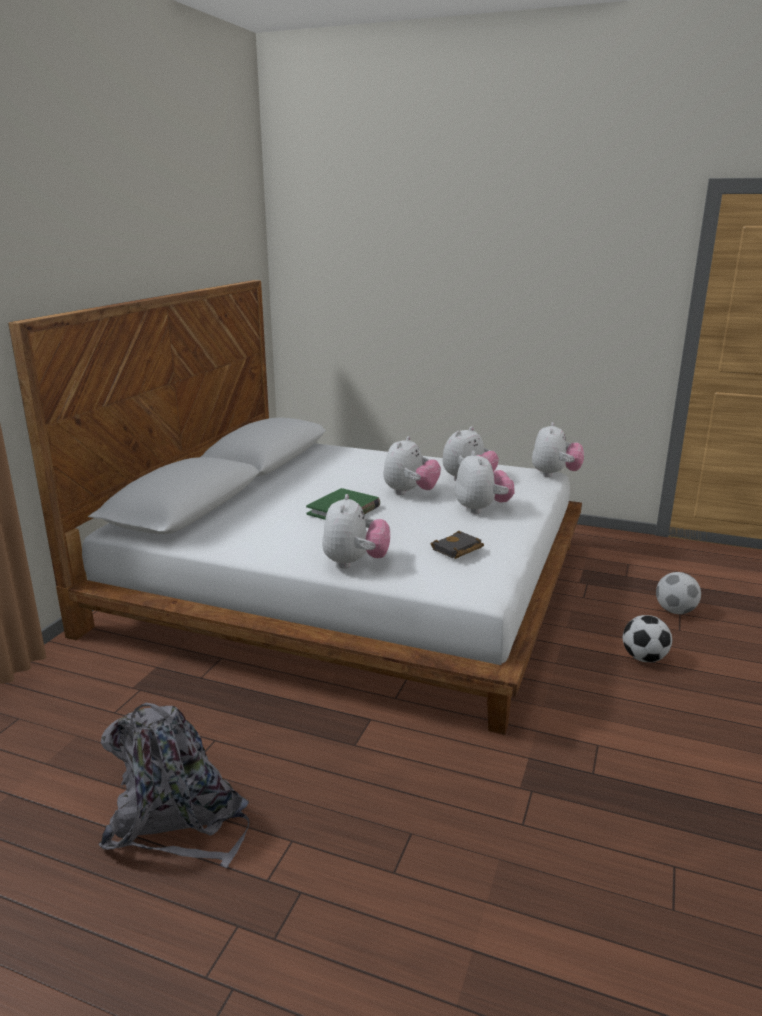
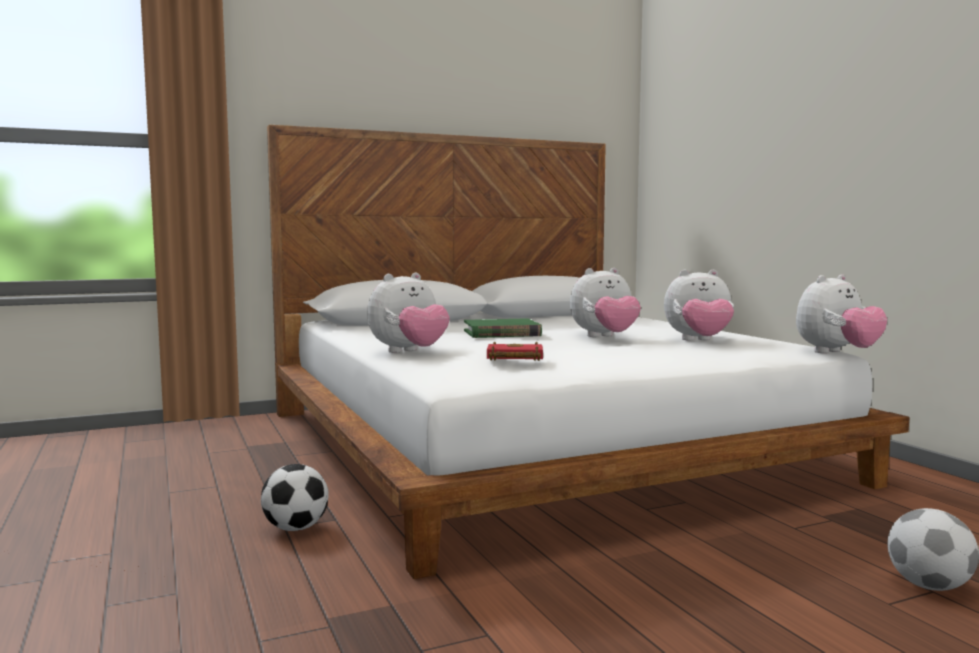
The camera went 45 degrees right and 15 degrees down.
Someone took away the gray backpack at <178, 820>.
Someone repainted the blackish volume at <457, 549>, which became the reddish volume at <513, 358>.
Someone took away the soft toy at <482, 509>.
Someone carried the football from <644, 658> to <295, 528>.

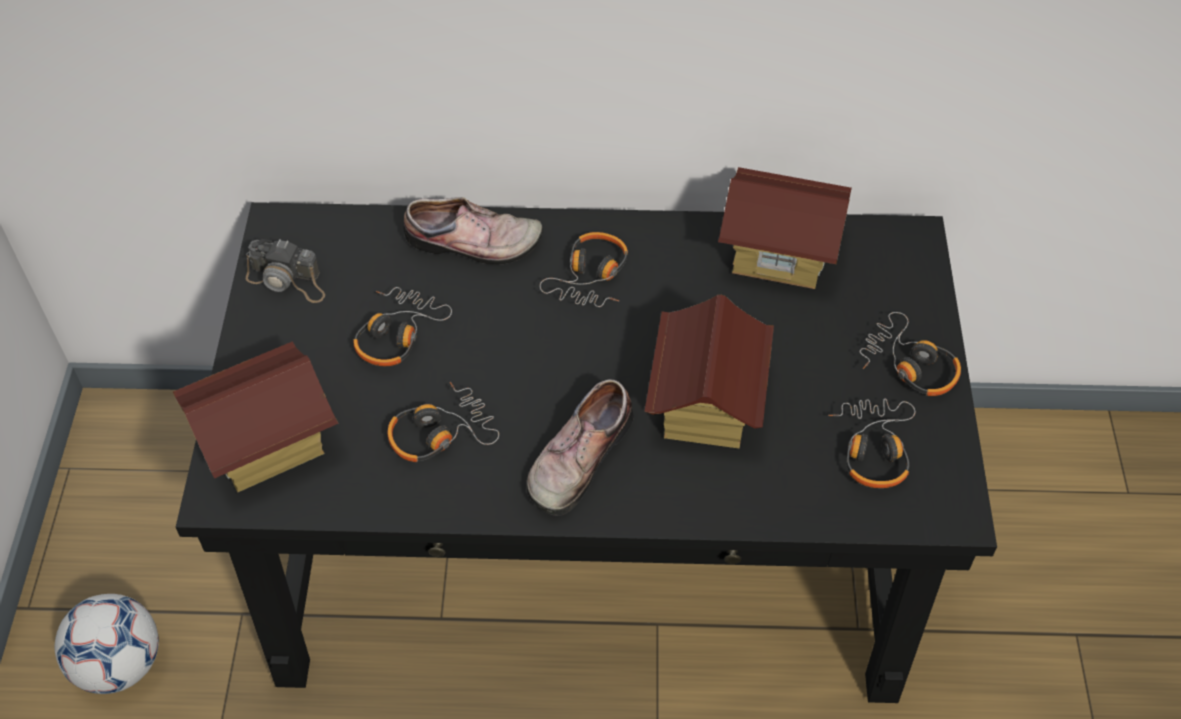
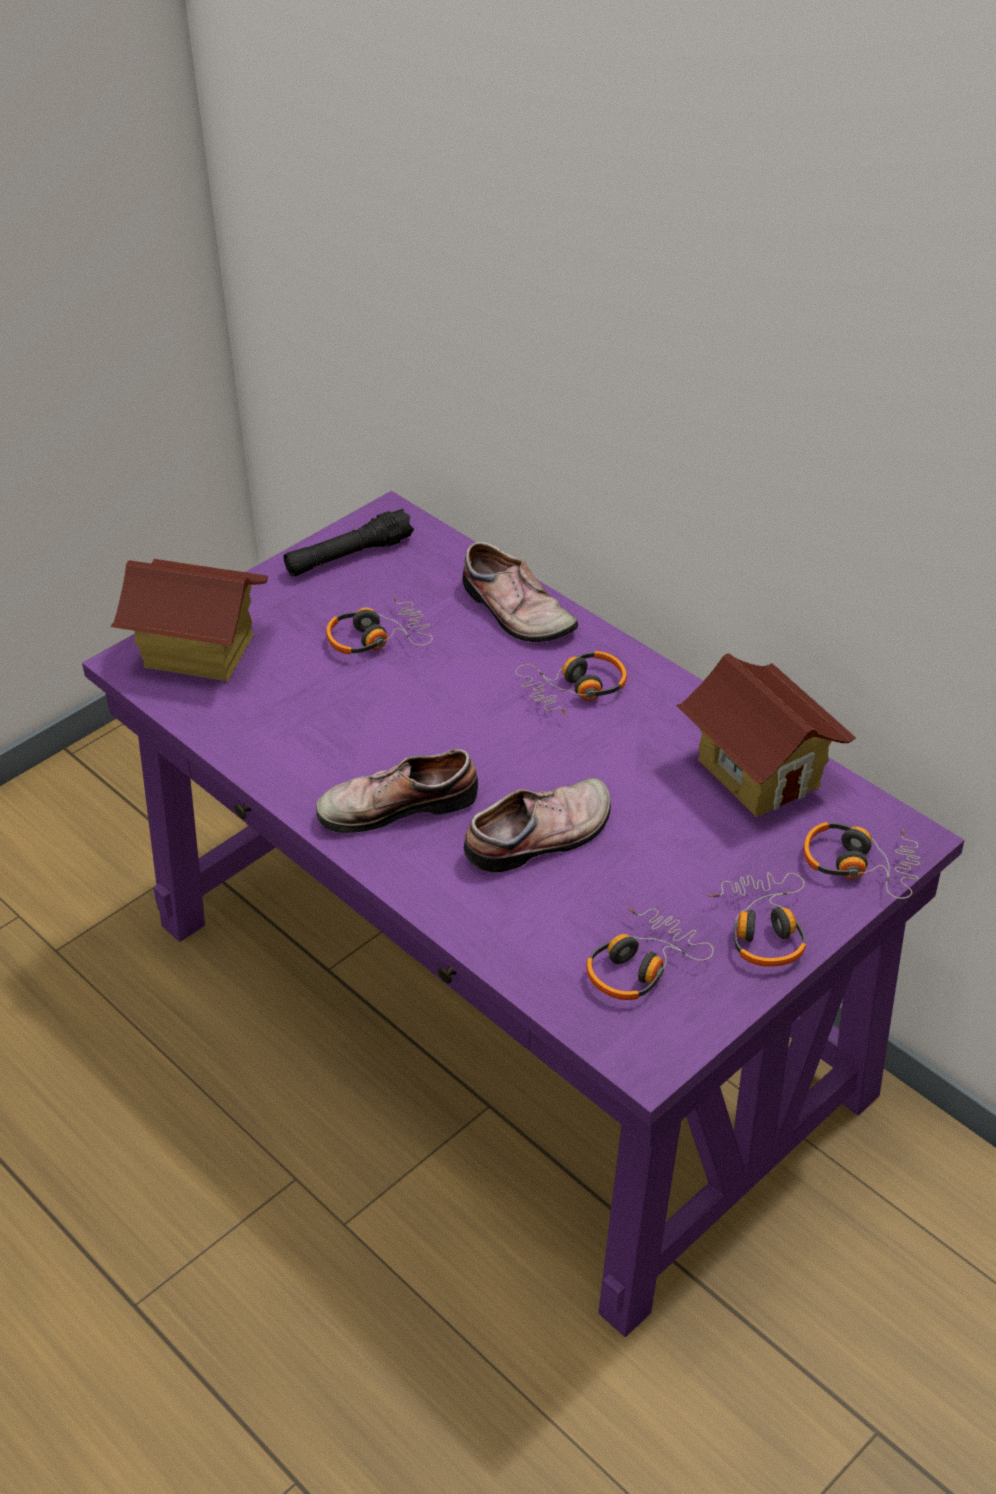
The camera went 45 degrees right and 10 degrees down.
Someone took away the football at <120, 664>.
Someone repainted the blackish desk table at <590, 546>, which became the purple desk table at <505, 1006>.
Someone swapped the photo camera at <288, 280> for the blackish torch at <349, 556>.
Someone carried the headphones from <440, 433> to <860, 865>.
Someone swapped the miniature house at <705, 406> for the item of footwear at <542, 838>.

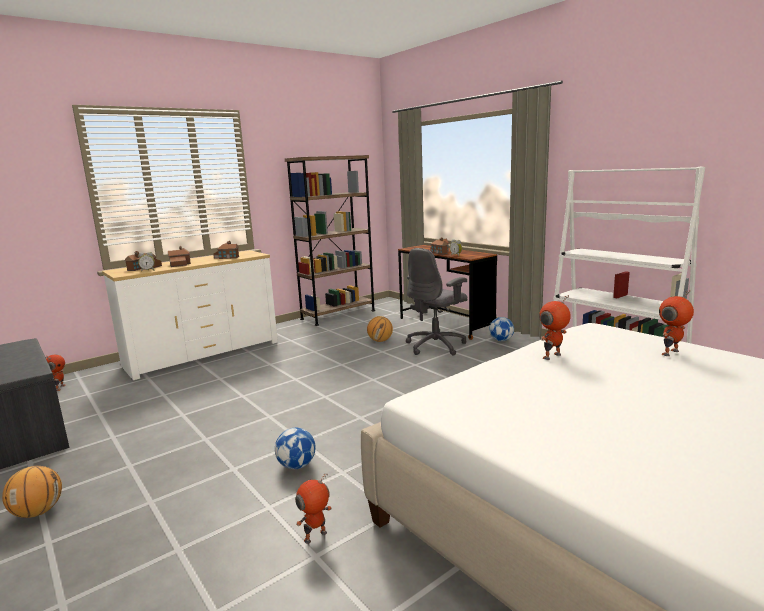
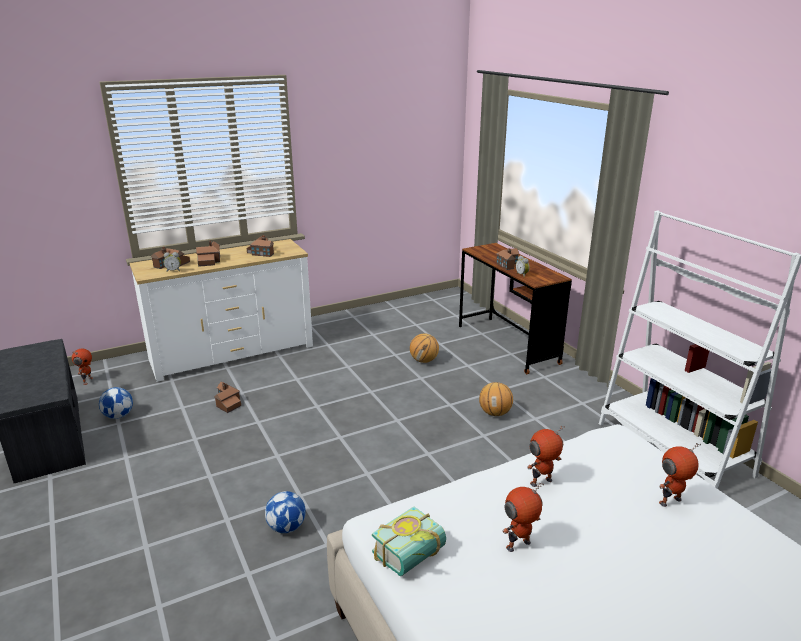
The camera went 10 degrees right and 10 degrees up.
Someone carried the basketball ball from <38, 512> to <495, 413>.
Someone took away the brown bookcase at <338, 315>.
Someone carried the robot figure from <316, 537> to <519, 546>.
Someone took away the gray computer chair at <436, 346>.
Someone carried the football from <501, 340> to <119, 416>.
Someone put down the miniature house at <227, 403>.
Someone put down the volume at <413, 557>.

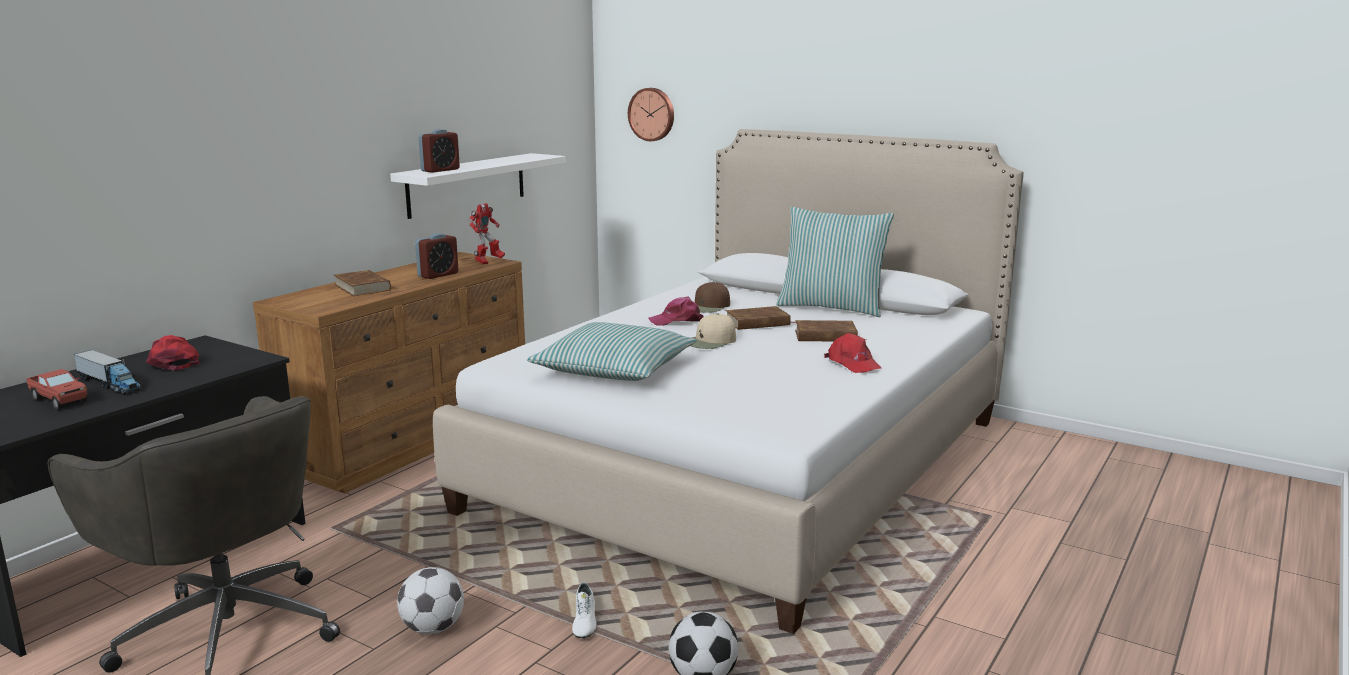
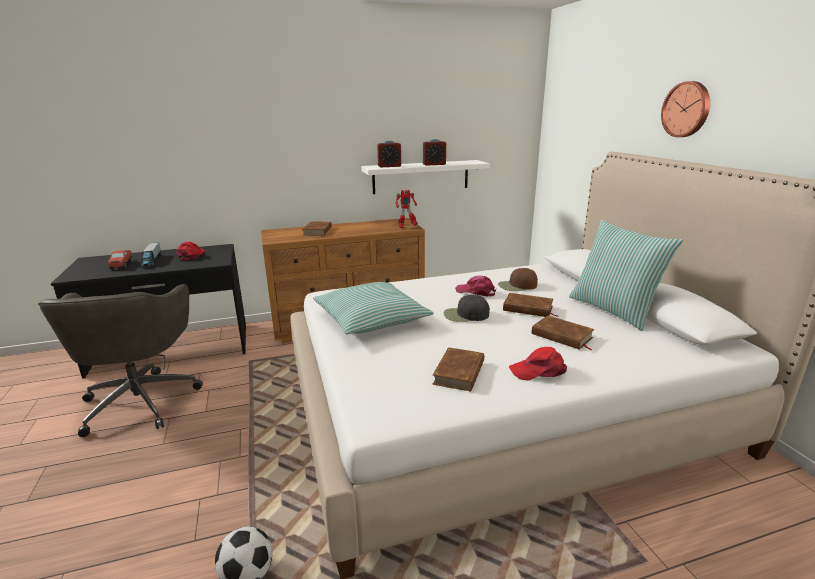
The camera went 40 degrees right and 5 degrees up.
Someone took away the football at <433, 628>.
Someone carried the table clock from <438, 275> to <434, 164>.
Someone took away the white-coloured item of footwear at <584, 622>.
Someone carried the hanging clock from <652, 114> to <687, 109>.
Someone repainted the beige baseball cap at <709, 341>, which became the blackish baseball cap at <465, 315>.
Someone rotated the reddish baseball cap at <853, 363> by 75 degrees clockwise.
Someone put down the brown volume at <459, 372>.

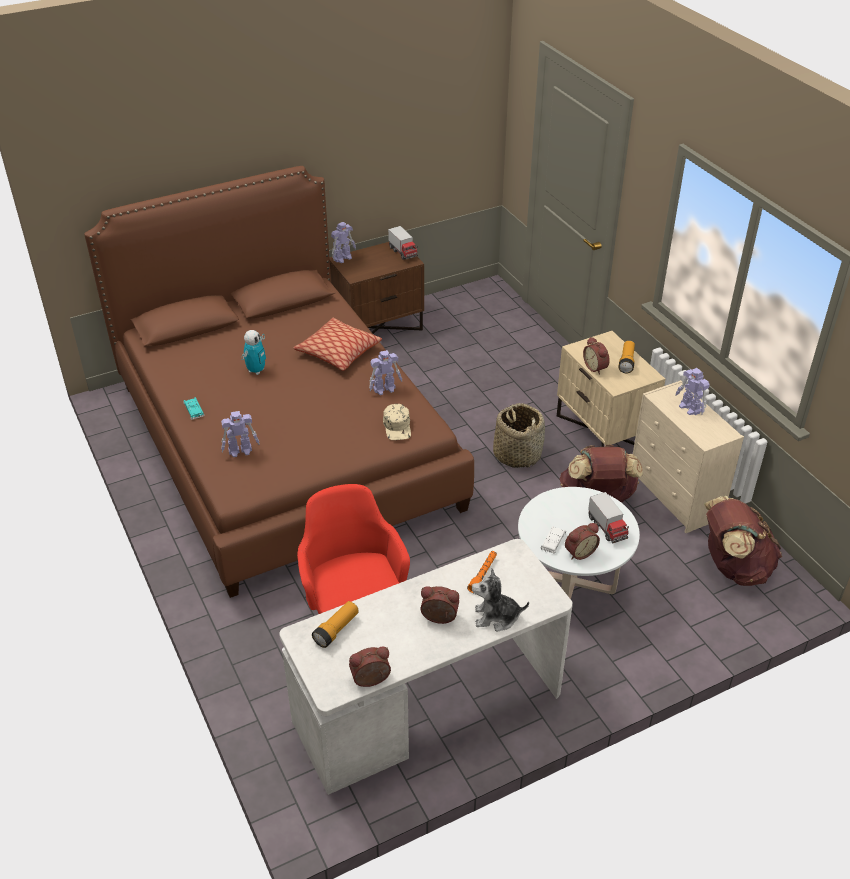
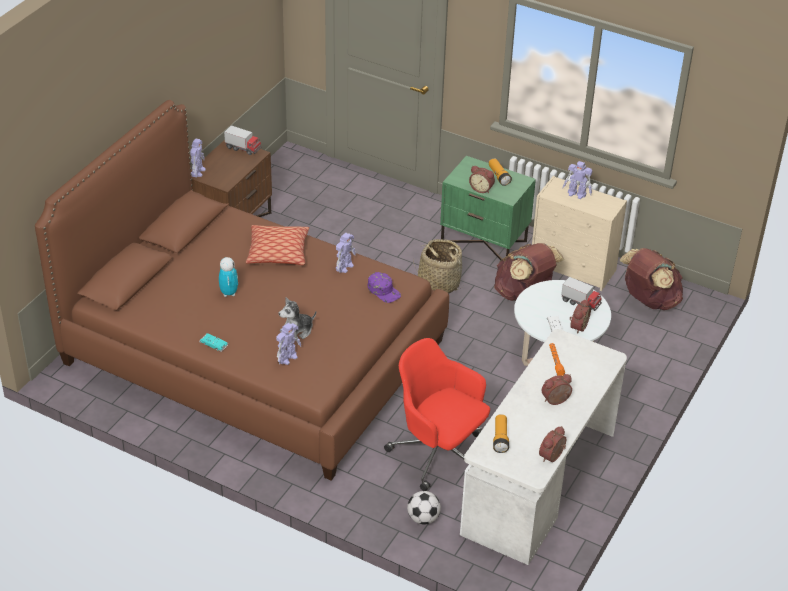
The camera went 35 degrees left and 0 degrees up.
Someone repainted the beige baseball cap at <397, 426>, which became the purple baseball cap at <384, 291>.
Someone carried the soft toy from <496, 617> to <297, 331>.
Someone repainted the beige night table at <602, 432>, which became the green night table at <484, 241>.
Someone put down the football at <423, 518>.

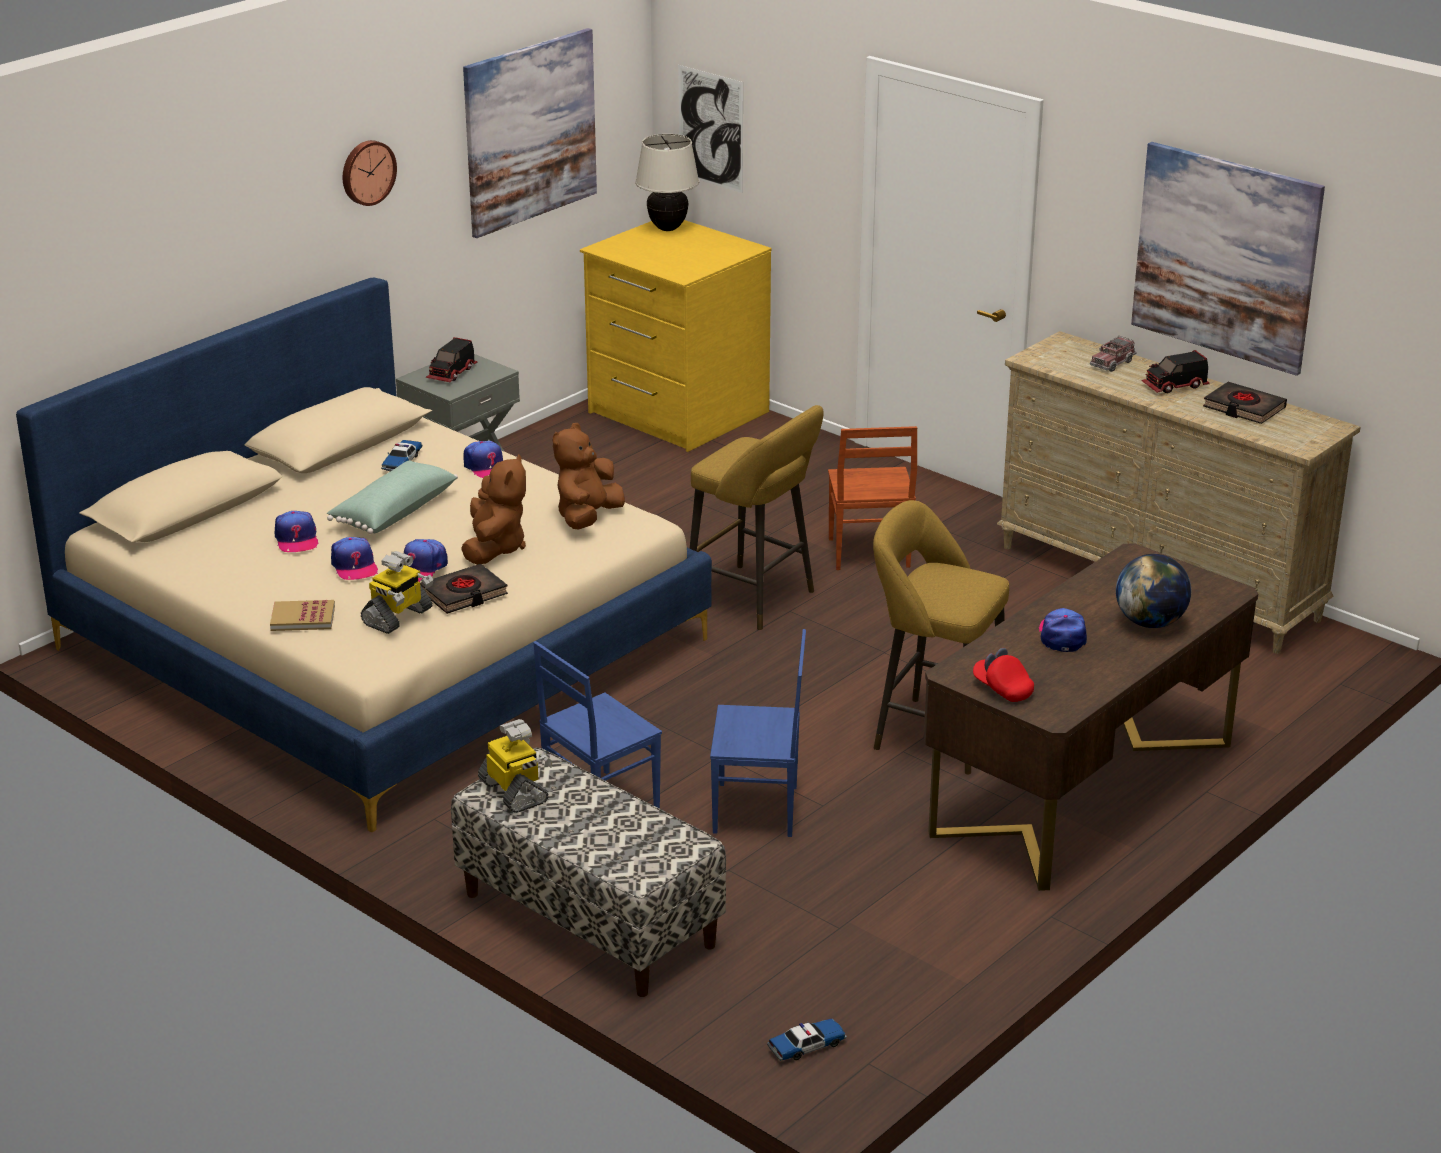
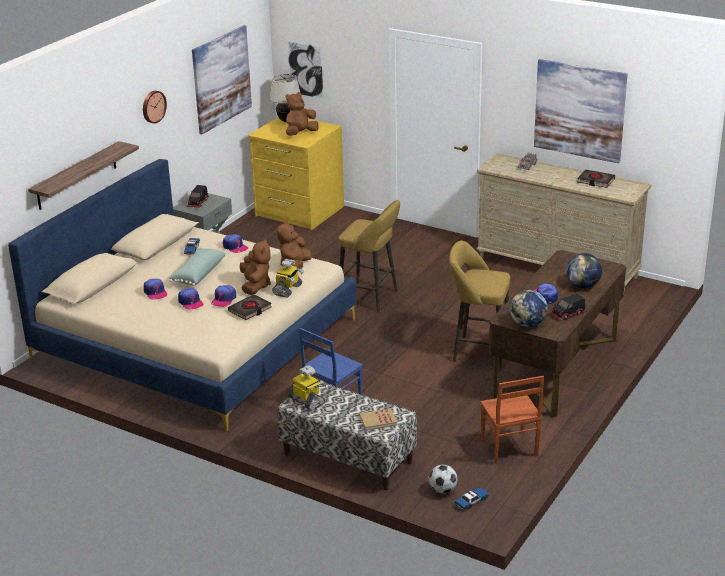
The camera went 10 degrees left and 0 degrees up.
Someone carried the volume from <303, 618> to <378, 421>.
Someone carried the robot figure from <398, 617> to <288, 290>.
Someone took away the blue-coloured upright chair at <757, 810>.
Someone carried the brown upright chair from <867, 554> to <509, 449>.
Someone swapped the reddish baseball cap at <1002, 689> for the desk globe at <527, 324>.
Someone carried the model truck from <1175, 386> to <568, 314>.
Someone put up the shelf at <76, 176>.
Someone put down the brown soft toy at <300, 133>.
Someone put down the football at <442, 490>.

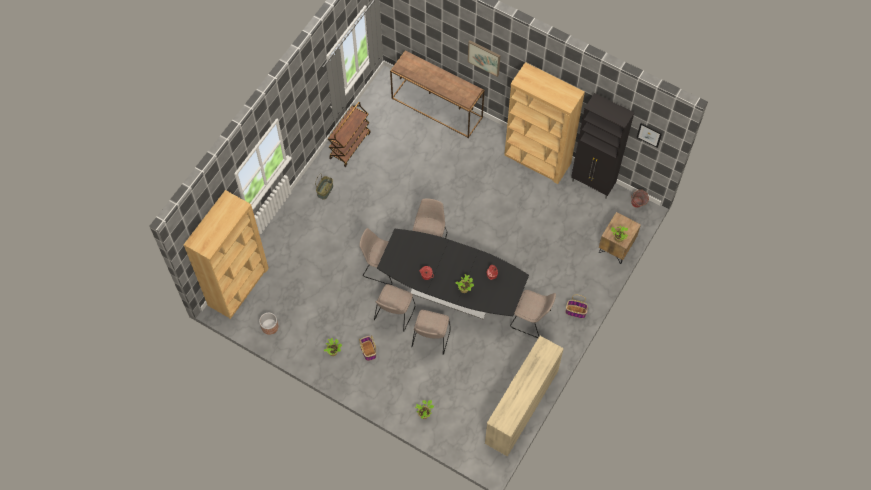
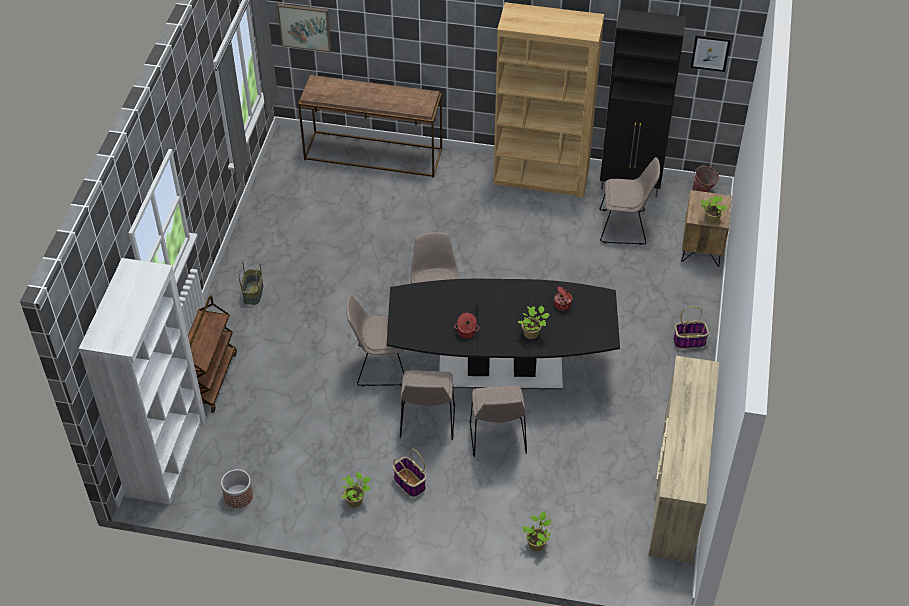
The camera went 20 degrees left and 15 degrees down.
Someone repainted the brown bookcase at <238, 286>, which became the white-coloured bookcase at <166, 455>.
Someone carried the brown trolley from <350, 145> to <210, 379>.
Someone carried the picture from <484, 57> to <305, 26>.
Someone carried the beige upright chair from <532, 319> to <625, 227>.

